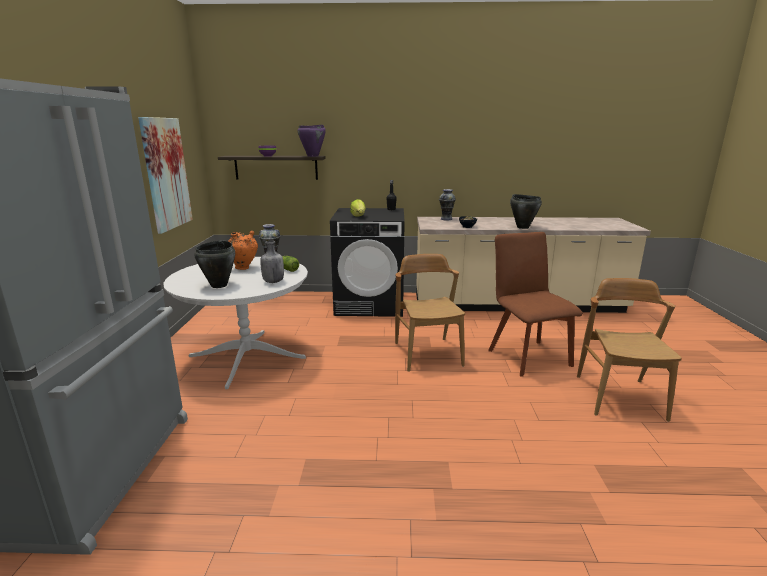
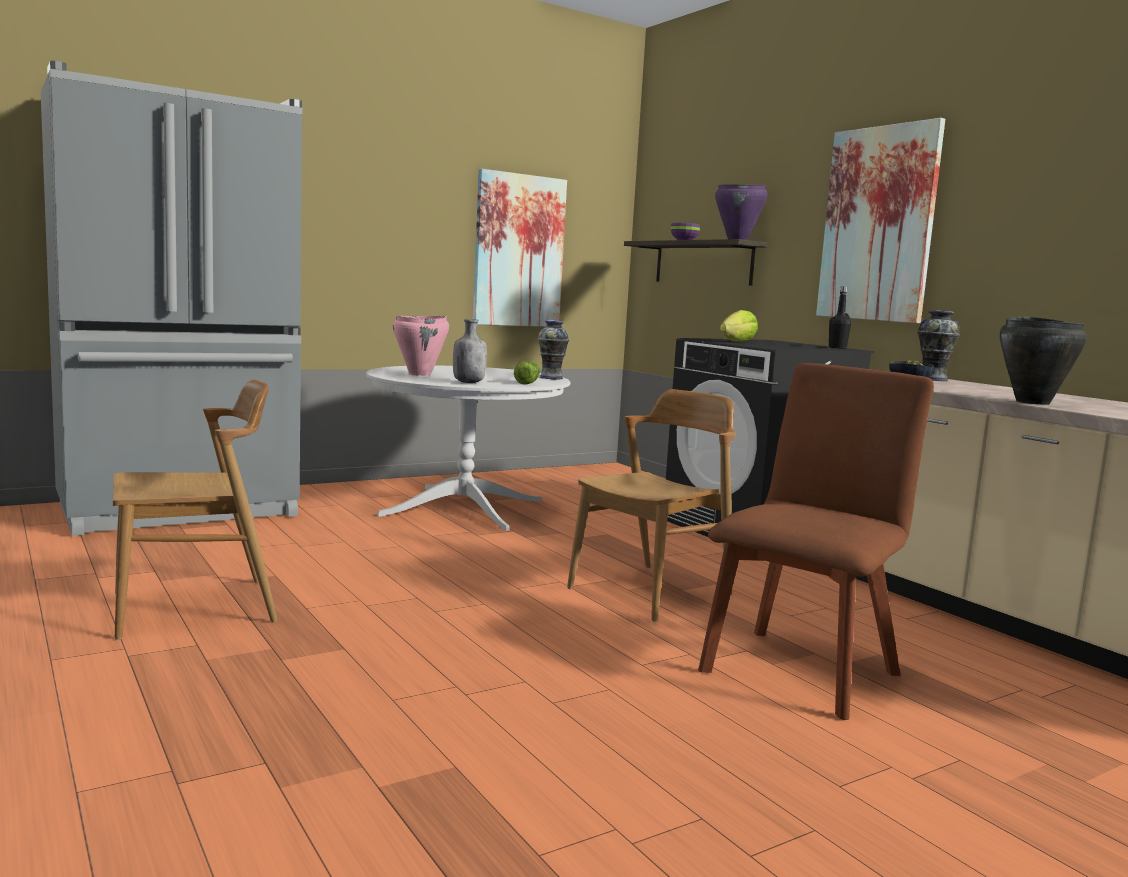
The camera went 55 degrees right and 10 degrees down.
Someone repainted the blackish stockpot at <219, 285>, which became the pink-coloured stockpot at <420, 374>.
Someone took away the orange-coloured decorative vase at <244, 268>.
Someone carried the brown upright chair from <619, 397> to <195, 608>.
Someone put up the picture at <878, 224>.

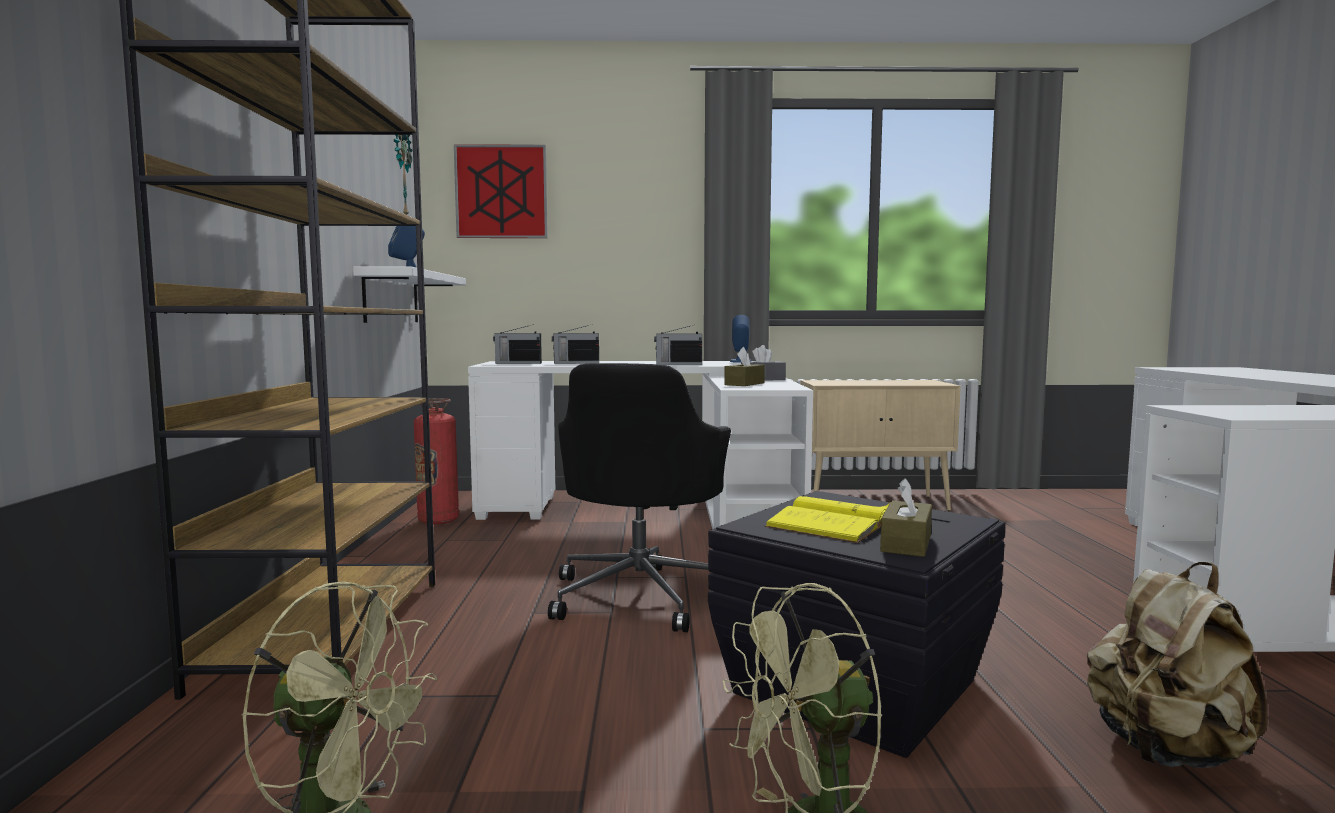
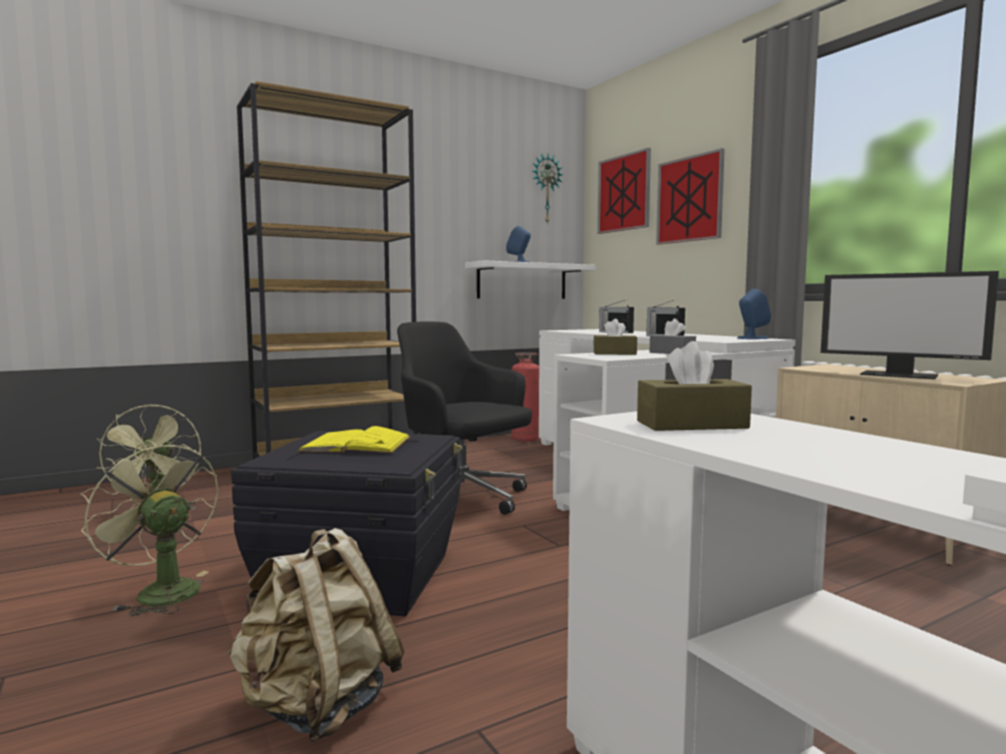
The camera went 60 degrees right and 0 degrees up.
Someone took away the radio set at <517, 363>.
Someone rotated the blackish computer chair at <641, 594> by 60 degrees clockwise.
Someone carried the brown tissue box from <906, 543> to <691, 424>.
Someone put up the picture at <689, 199>.
Someone put down the computer display at <900, 375>.

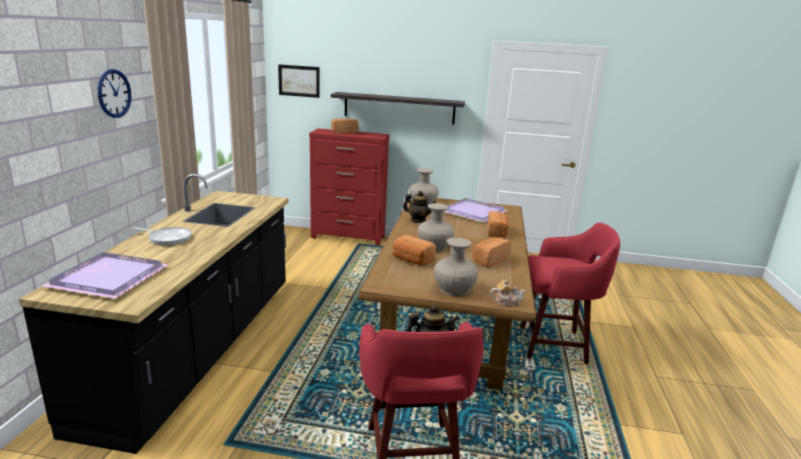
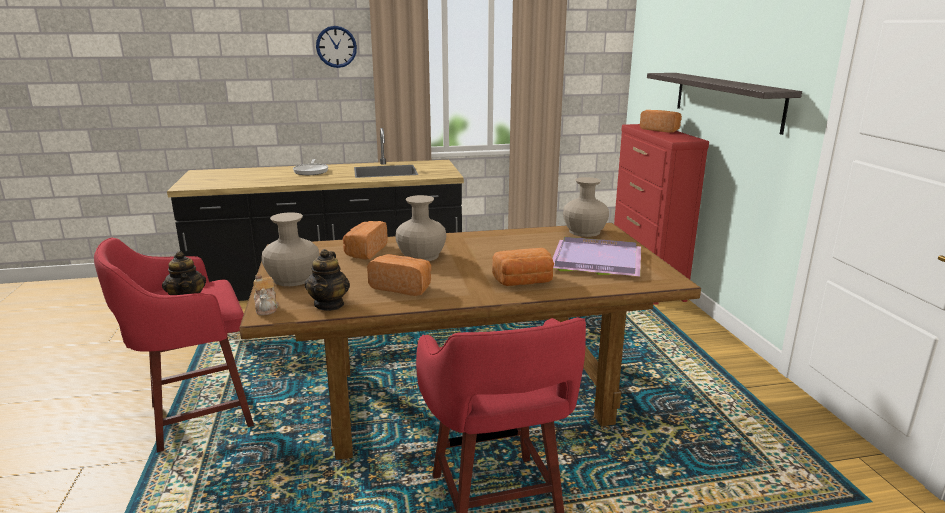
The camera went 70 degrees right and 0 degrees up.
Someone took away the purple serving tray at <108, 277>.
Someone took away the picture at <299, 81>.
Someone carried the tea pot from <418, 220> to <329, 304>.

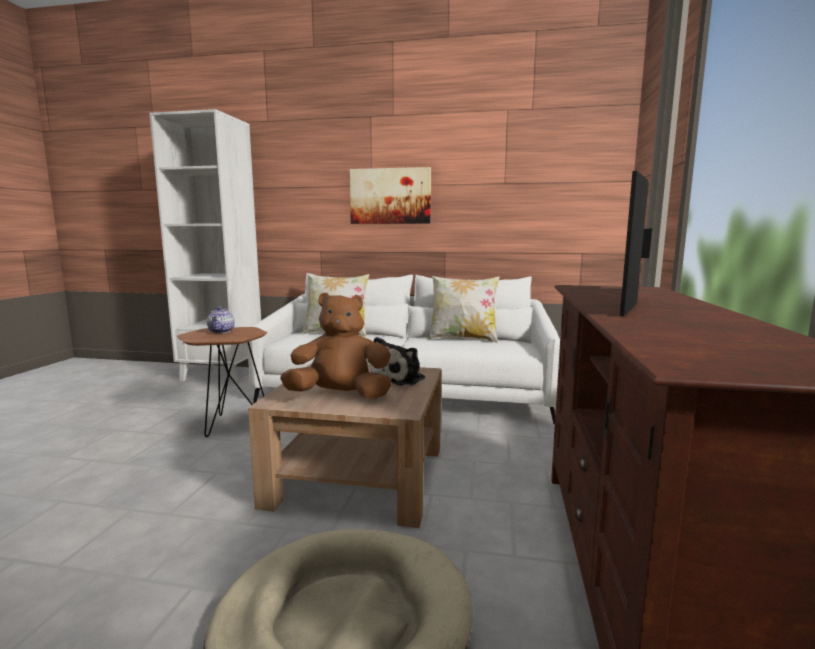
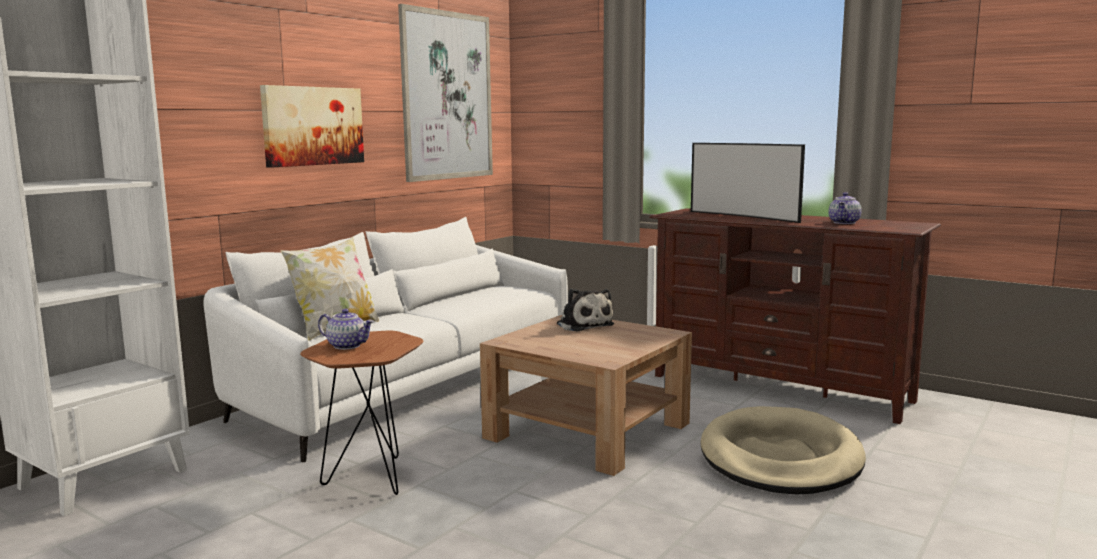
The camera went 65 degrees left and 0 degrees up.
Someone took away the brown soft toy at <340, 396>.
Someone took away the pillow at <463, 338>.
Someone put up the picture at <447, 96>.
Someone put down the tea pot at <844, 222>.

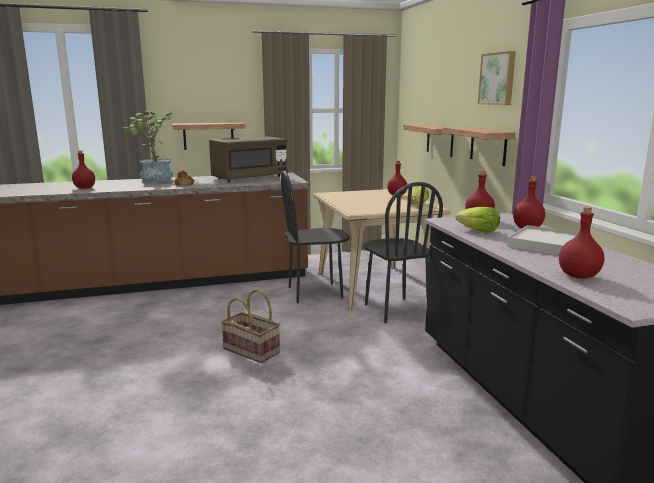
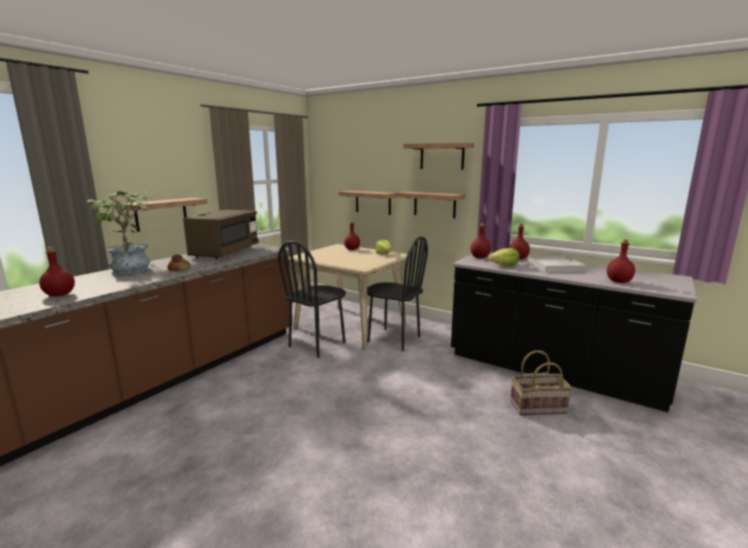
The camera went 40 degrees left and 0 degrees up.
Someone carried the basket from <252, 350> to <537, 406>.
Someone swapped the picture at <498, 79> for the shelf at <442, 156>.

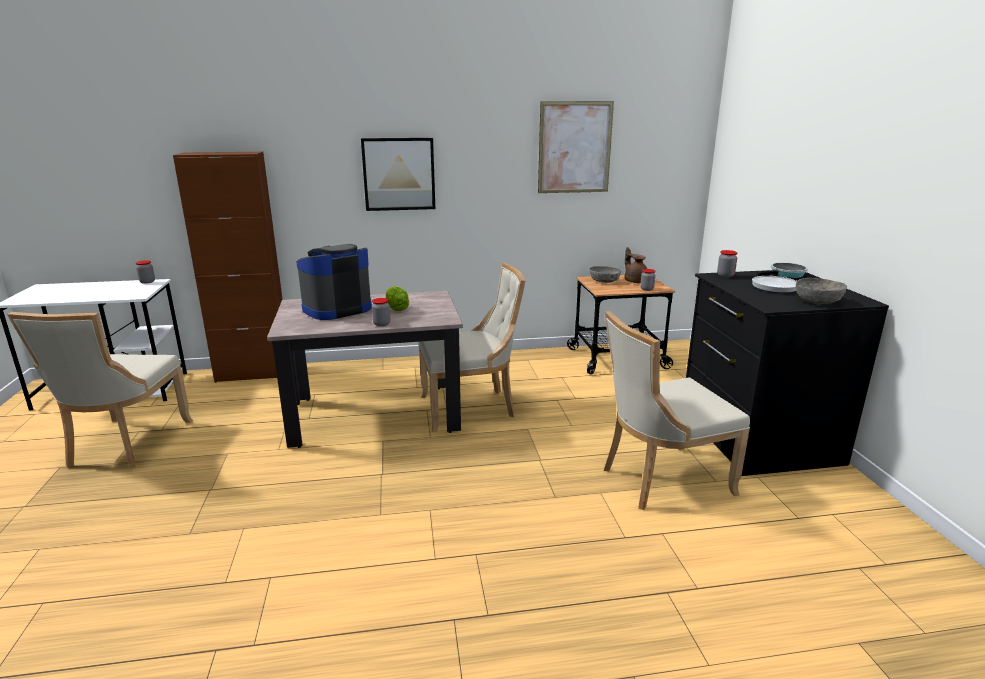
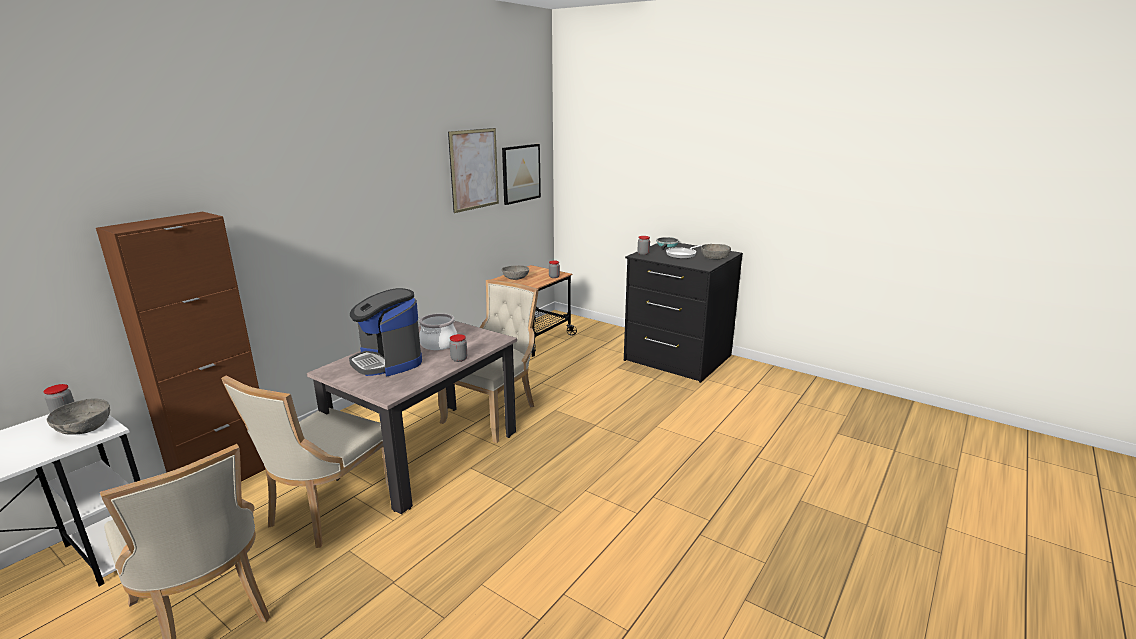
The camera went 45 degrees left and 0 degrees up.
Someone rotated the coffee machine at <337, 309> by 45 degrees counterclockwise.
Someone carried the picture from <399, 174> to <521, 173>.
Someone swapped the lettuce head at <396, 309> for the stockpot at <439, 344>.
Someone carried the beige upright chair from <660, 480> to <327, 510>.
Someone took away the brown tea pot at <635, 281>.
Someone put down the gray deep dish at <84, 428>.

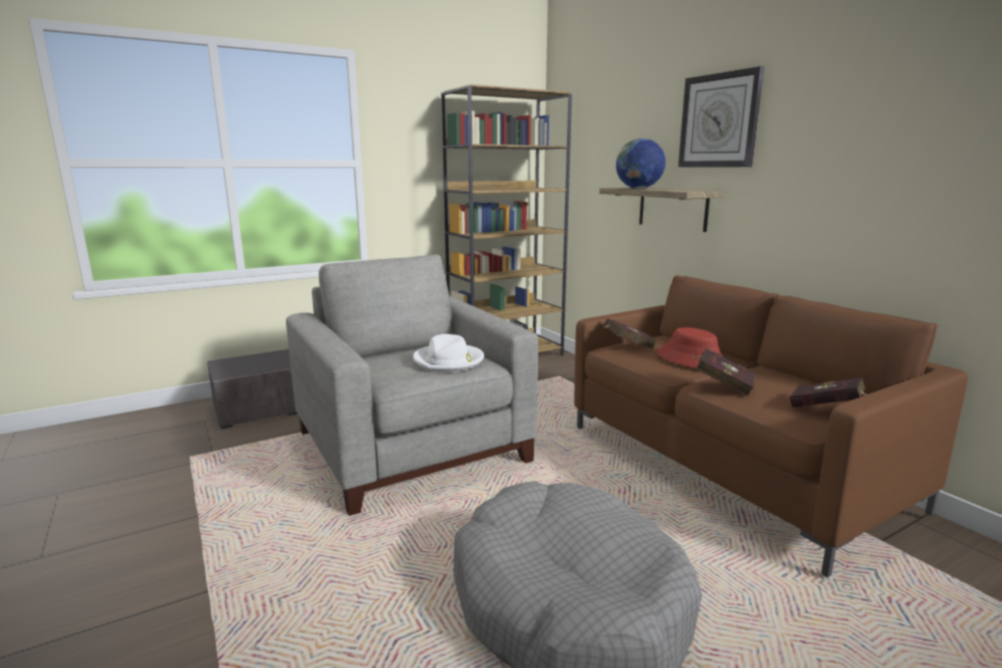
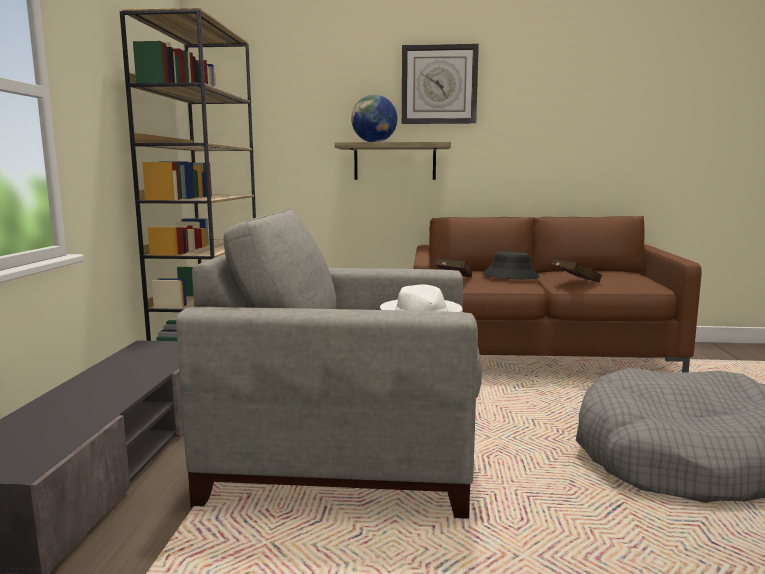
The camera went 55 degrees left and 5 degrees down.
Someone repainted the reddish hat at <691, 359>, which became the blackish hat at <510, 276>.
Someone took away the reddish volume at <827, 410>.

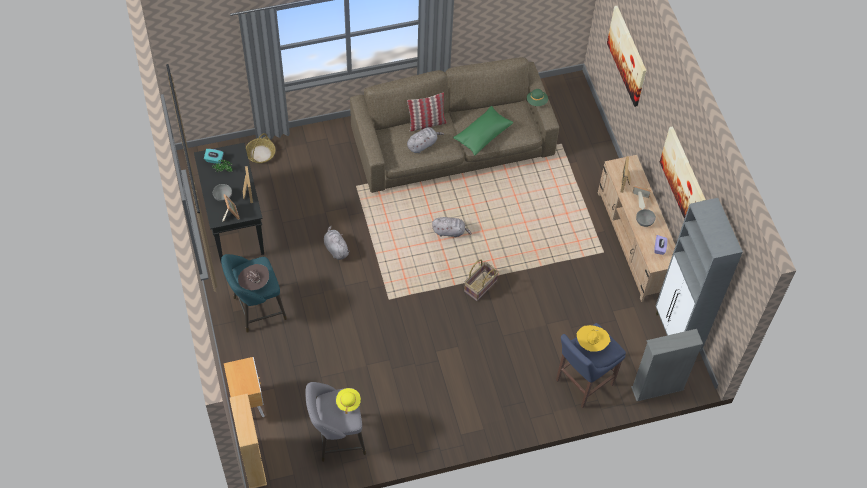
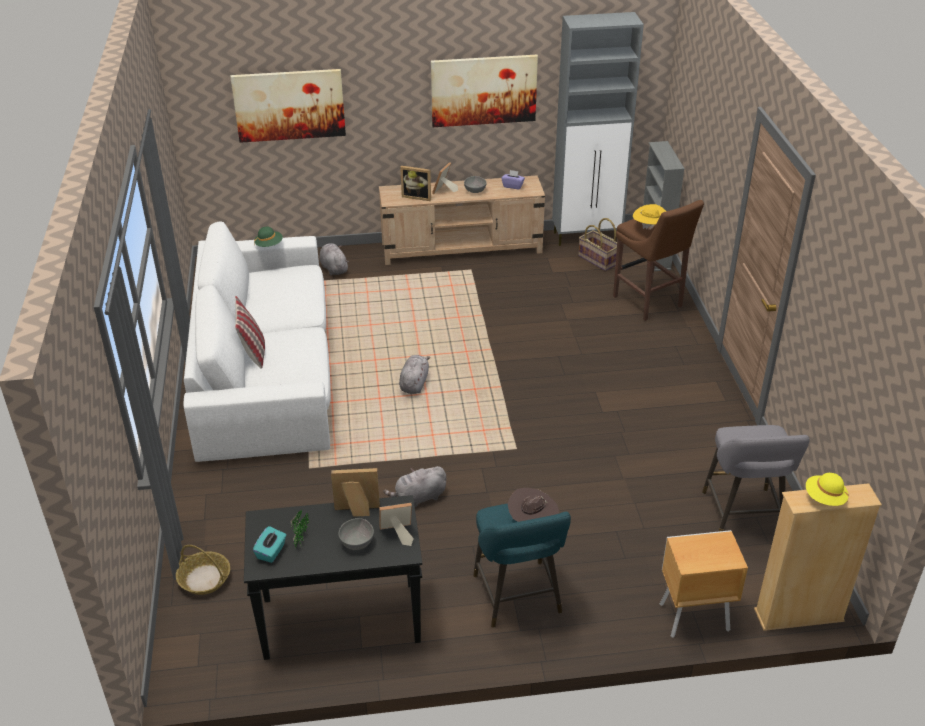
The camera went 80 degrees left and 20 degrees down.
Someone carried the yellow-coloured hat from <348, 402> to <824, 498>.
Someone repainted the brown couch at <452, 143>, which became the white-coloured couch at <266, 369>.
Someone carried the gray soft toy from <422, 144> to <333, 268>.
Someone took away the green pillow at <482, 135>.
Someone carried the basket from <480, 286> to <599, 260>.
Someone repainted the blue-coloured stool seat at <582, 383>, which became the brown stool seat at <649, 303>.

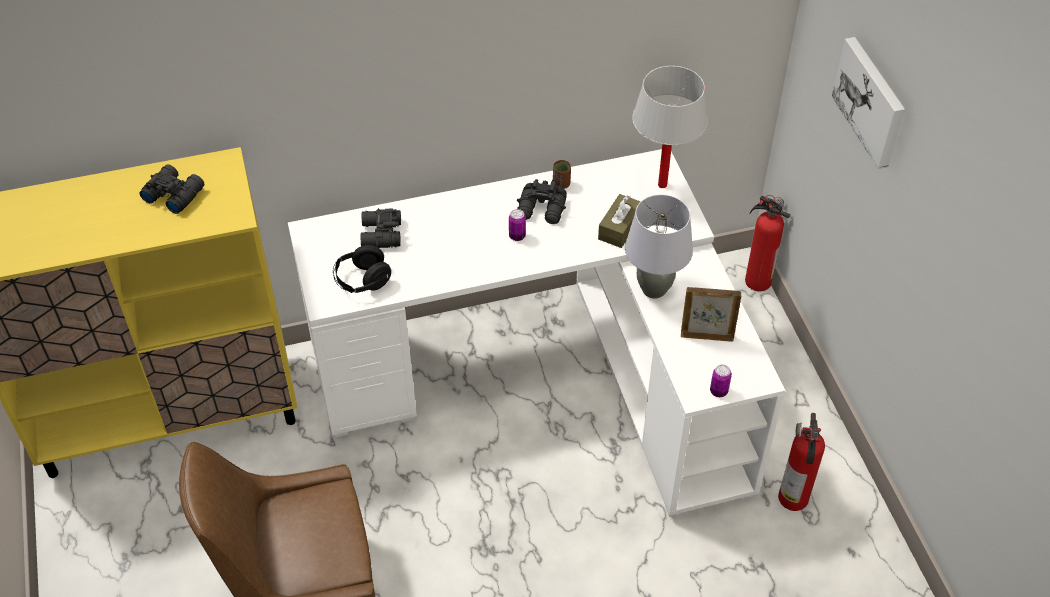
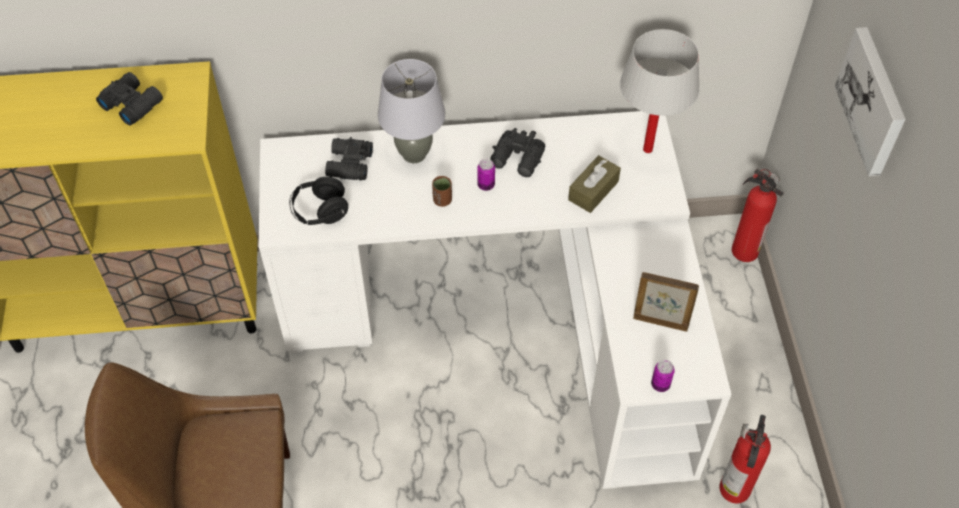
The camera went 10 degrees right and 5 degrees up.
Someone carried the brown cup from <561, 184> to <442, 200>.
Someone carried the gray tabletop lamp from <654, 290> to <414, 154>.

